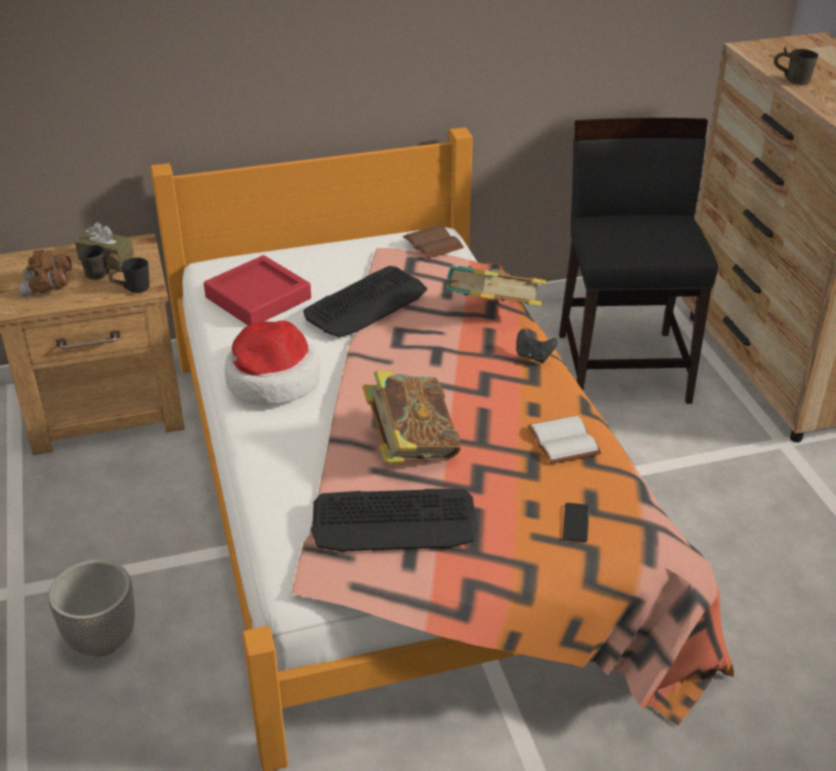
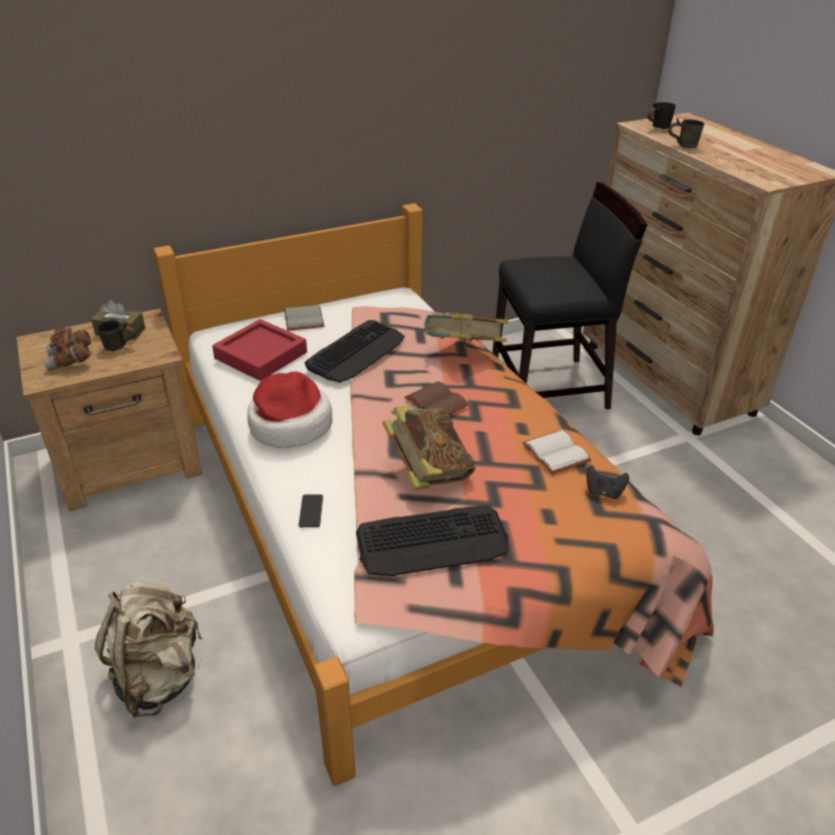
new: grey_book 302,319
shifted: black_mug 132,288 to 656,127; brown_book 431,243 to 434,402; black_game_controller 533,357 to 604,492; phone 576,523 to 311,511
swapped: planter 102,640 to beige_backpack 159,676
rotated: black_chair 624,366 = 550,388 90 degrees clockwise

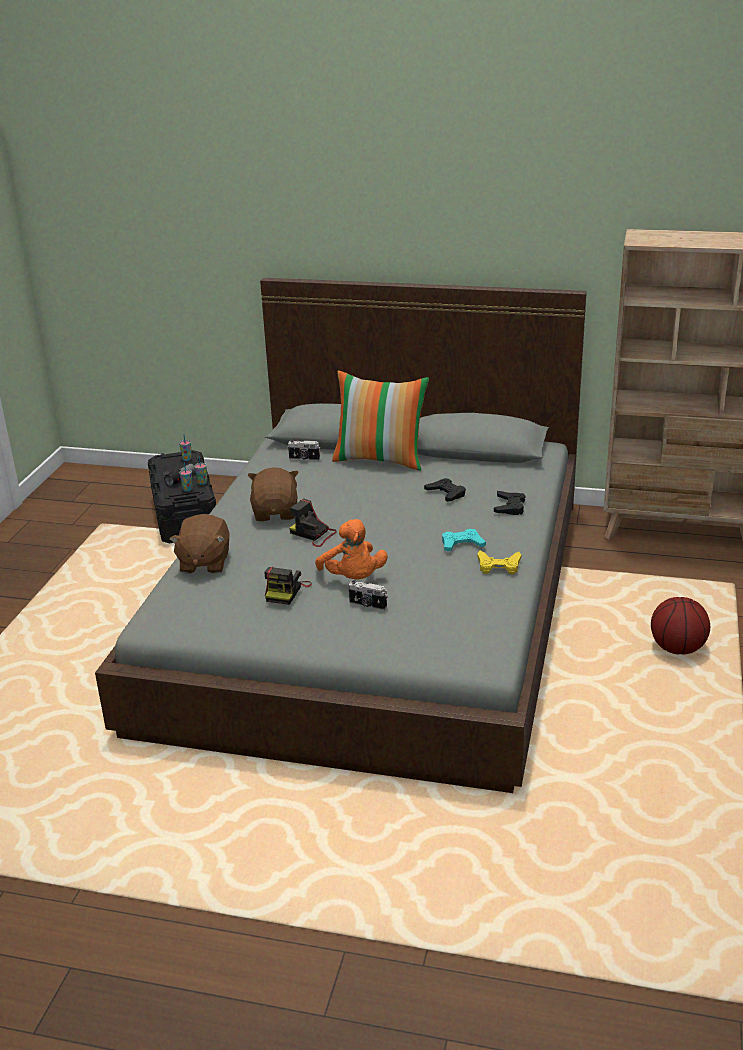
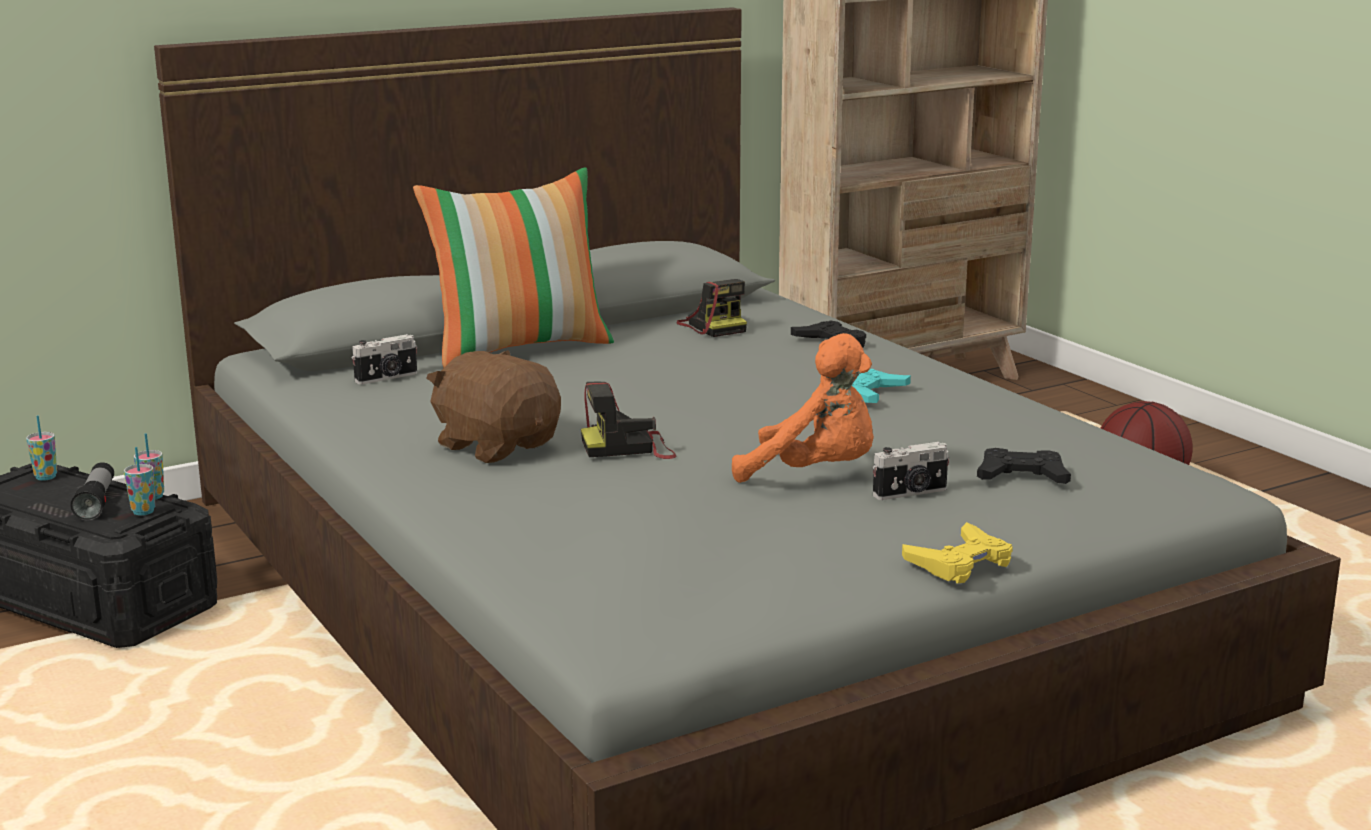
gone: brown_plush_toy 204,563
shifted: photo_camera 286,591 to 713,326; black_game_controller 446,493 to 1022,476; yellow_game_controller 499,566 to 960,563

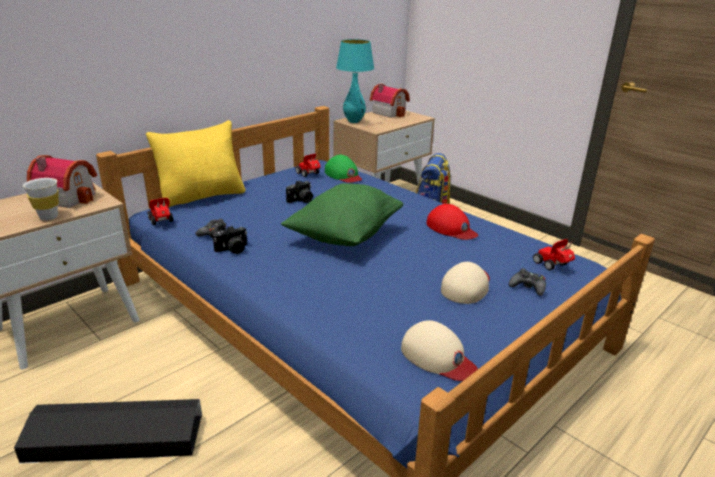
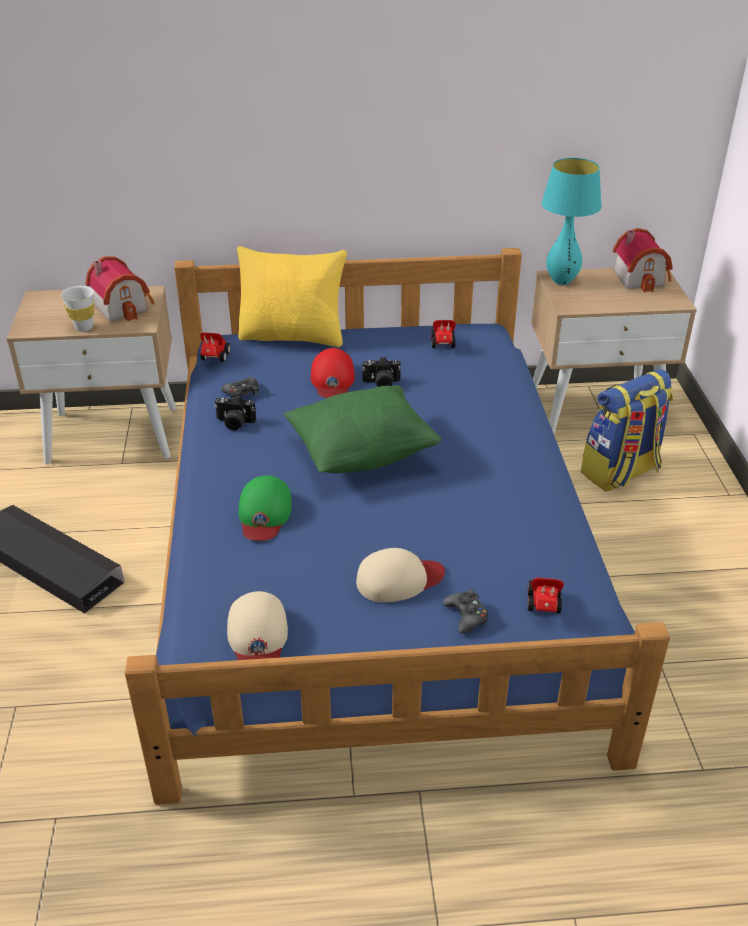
shifted: green_cap 343,175 to 264,513; red_cap 451,228 to 332,380

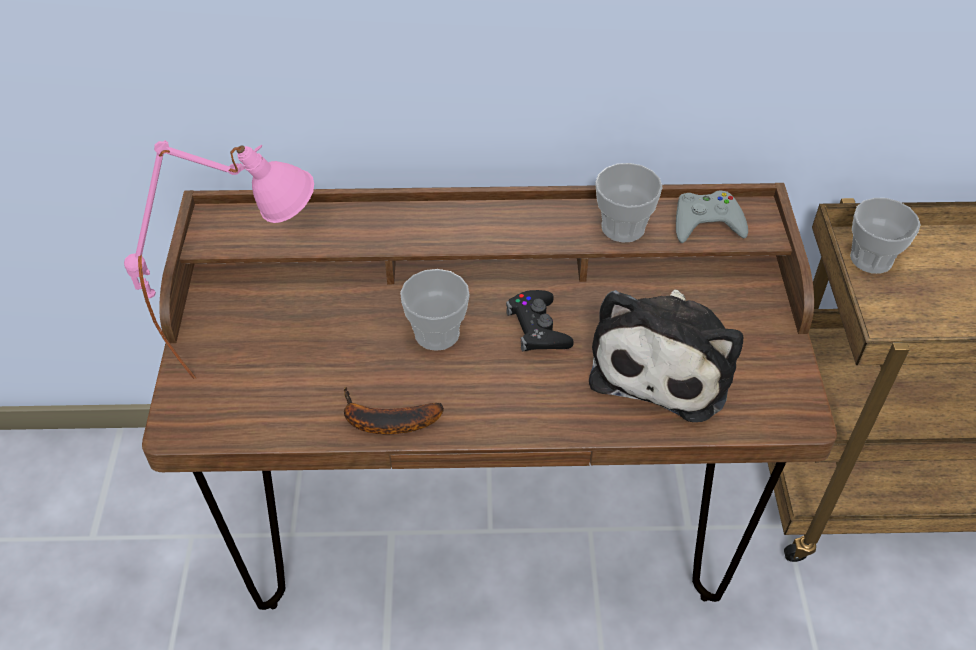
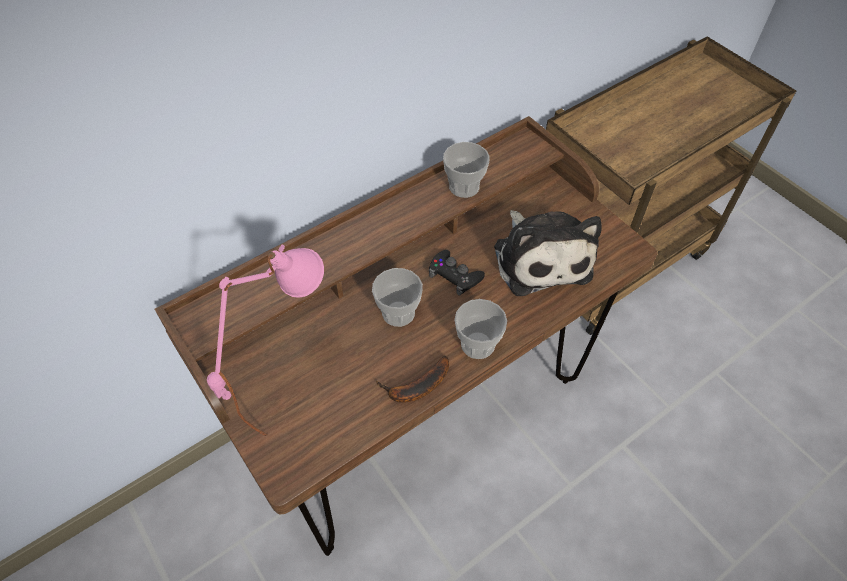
gone: grey_game_controller 706,223
shifted: cup 871,258 to 477,344

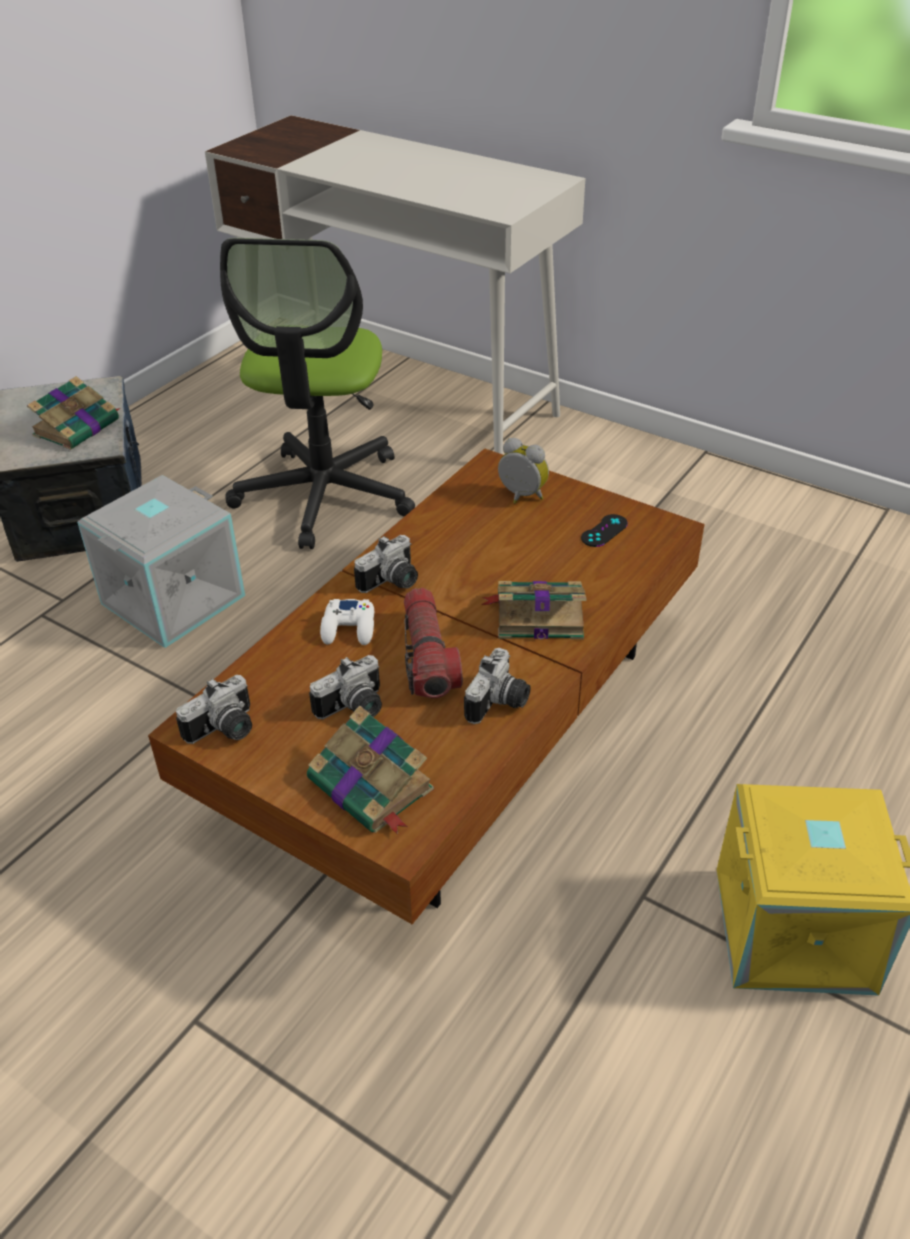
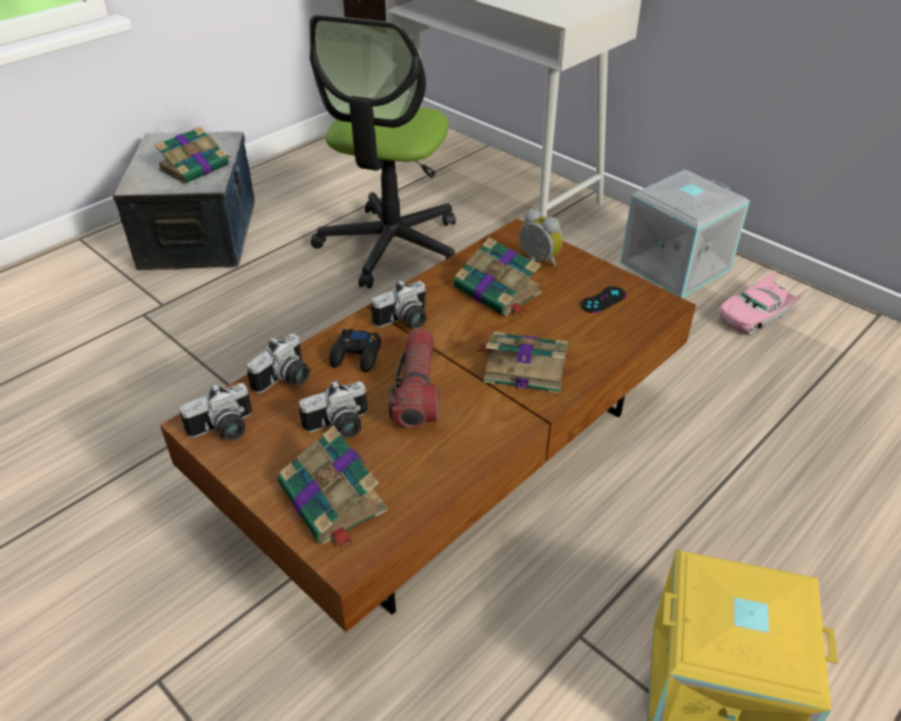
new: book 498,291; pink_toy_car 757,314
shifted: grey_storage_box 172,598 to 674,265; photo_camera 500,704 to 286,380
repainted: white_game_controller 349,628 to black_game_controller 357,356

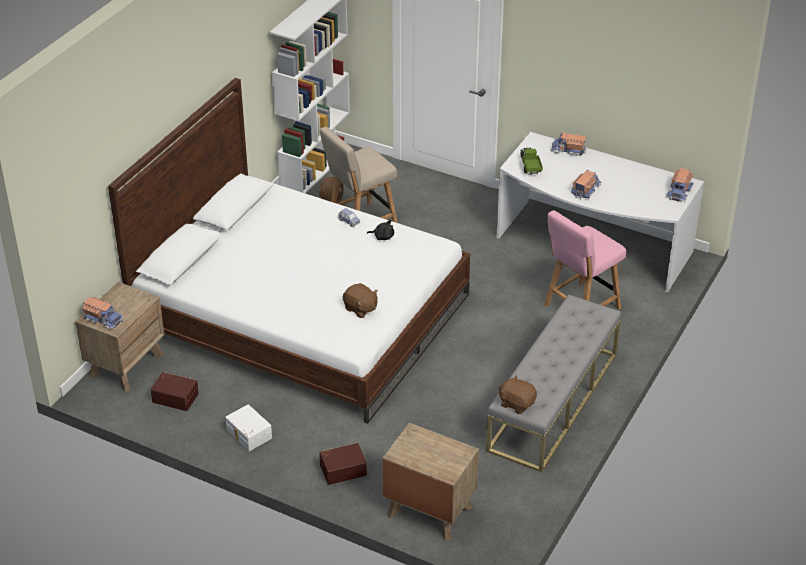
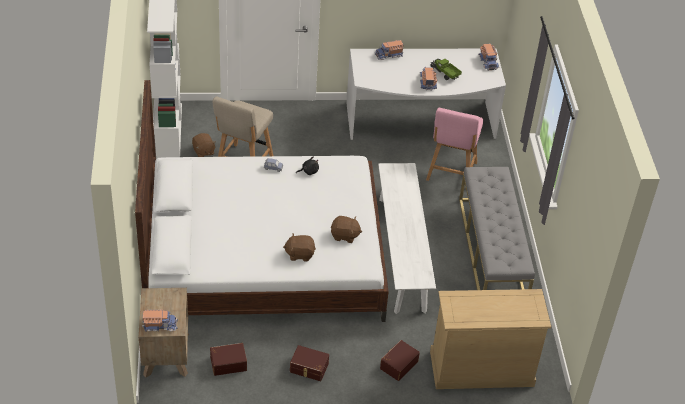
new: white_bench 401,253
shifted: brown_plush_toy 517,403 to 299,254; toy_truck 530,166 to 444,73
swapped: brown_nightstand 429,511 to beige_dresser 481,368
repainted: white_storage_box 248,434 to brown_storage_box 309,368

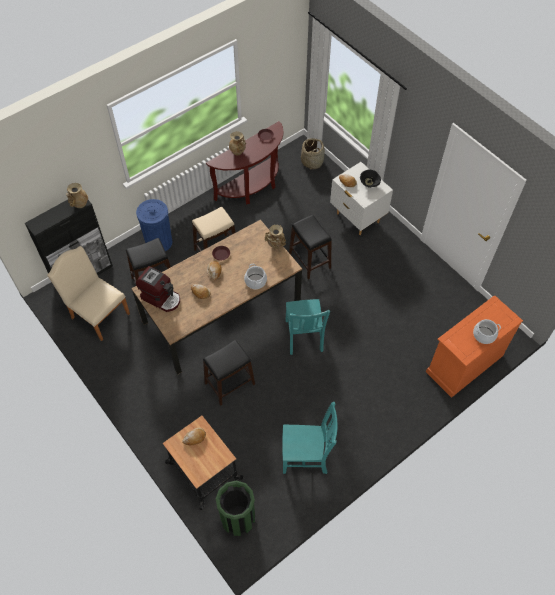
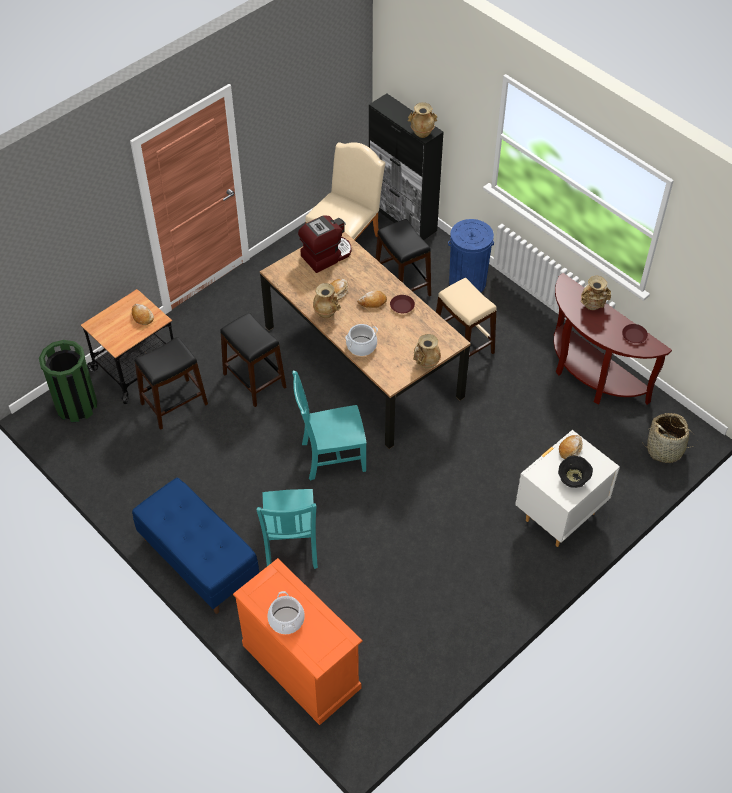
new: blue_bench 198,560; beige_vase 326,312
shifted: turquoise_chair 306,456 to 291,546; black_stool 309,260 to 174,404
rotated: coffee_machine 161,297 = 326,255 150 degrees counterclockwise

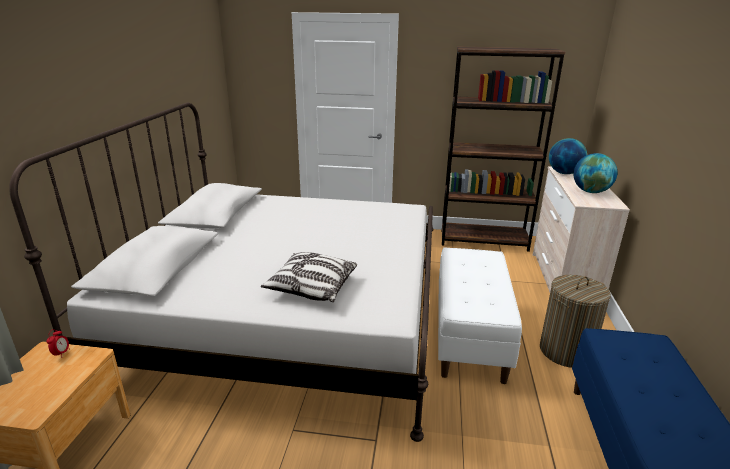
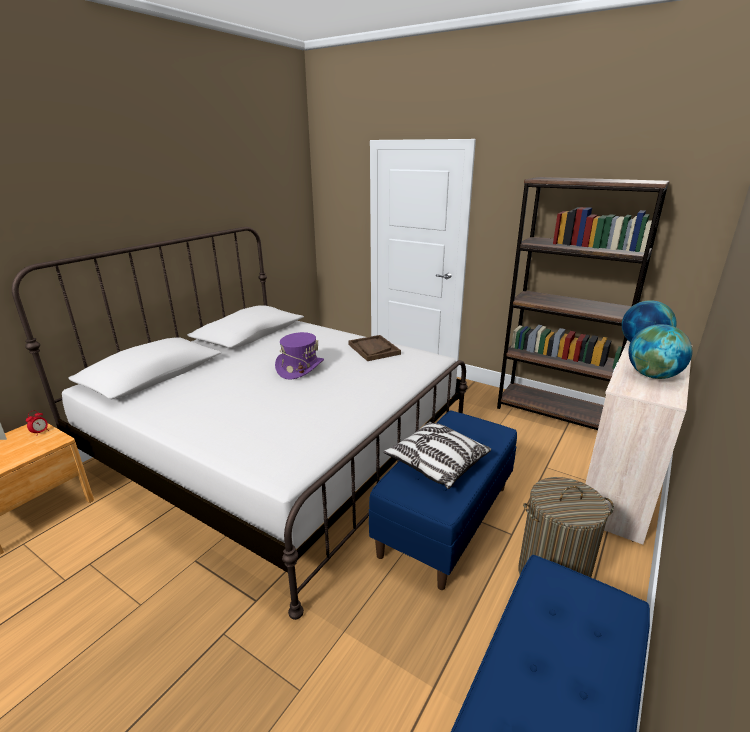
new: purple_hat 300,368; brown_tray 373,349
shifted: pillow 312,287 to 436,464
repainted: white_bench 469,335 to blue_bench 445,519

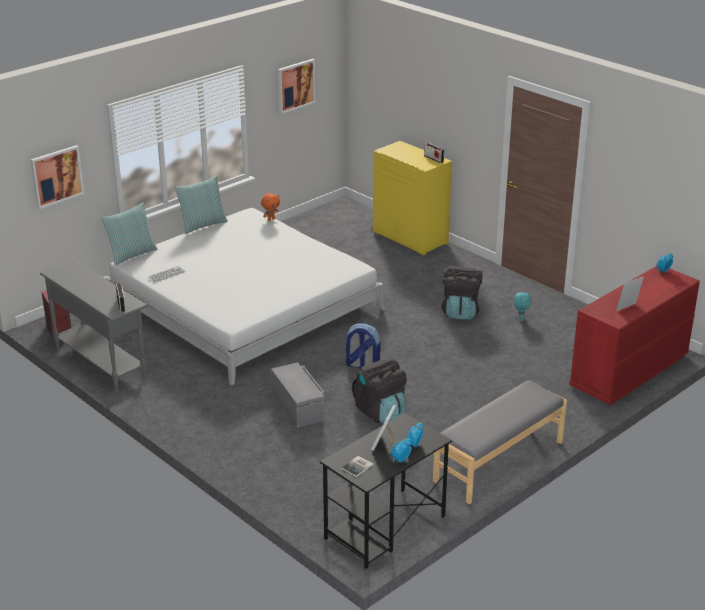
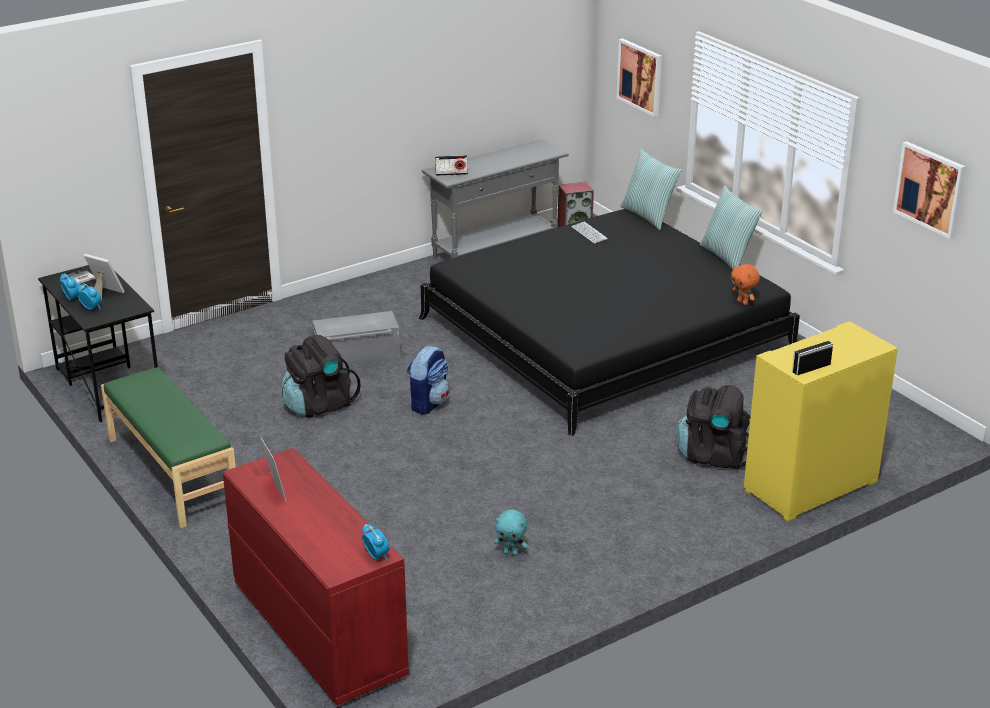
shifted: black_backpack 460,312 to 713,456
repainted: white_bed 243,306 to black_bed 604,334; grey_bench 499,462 to green_bench 171,473

